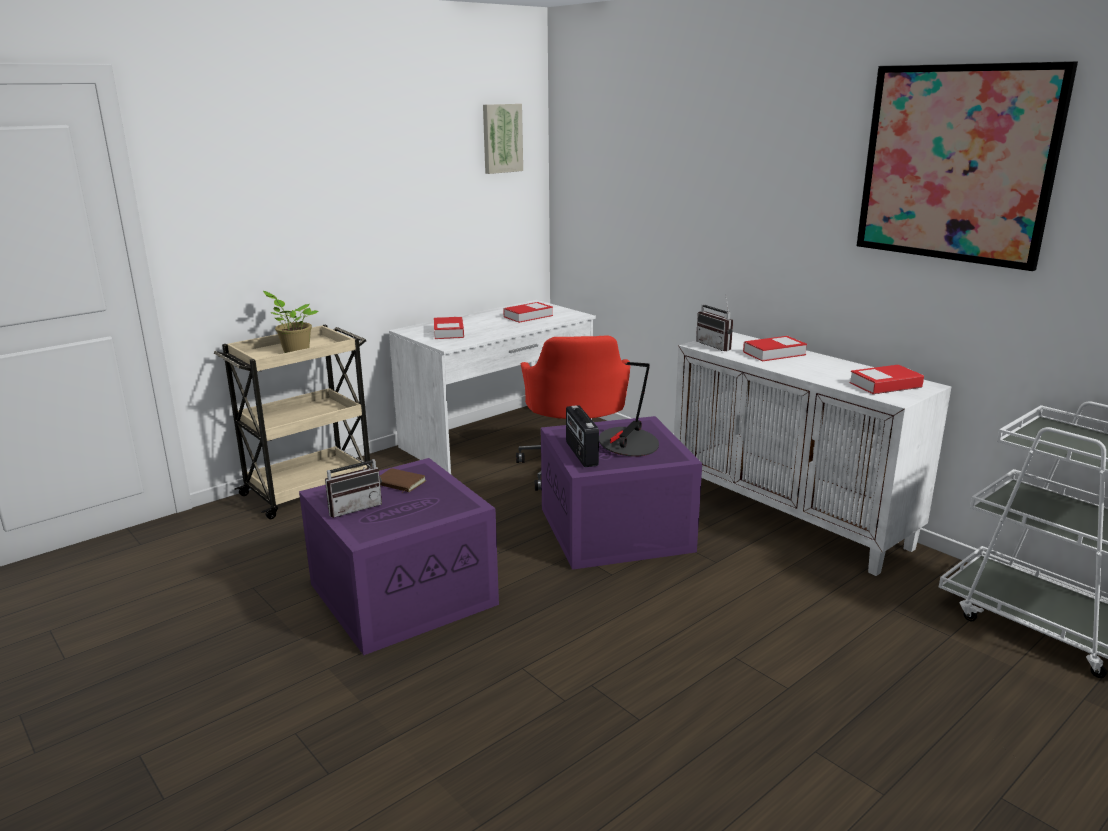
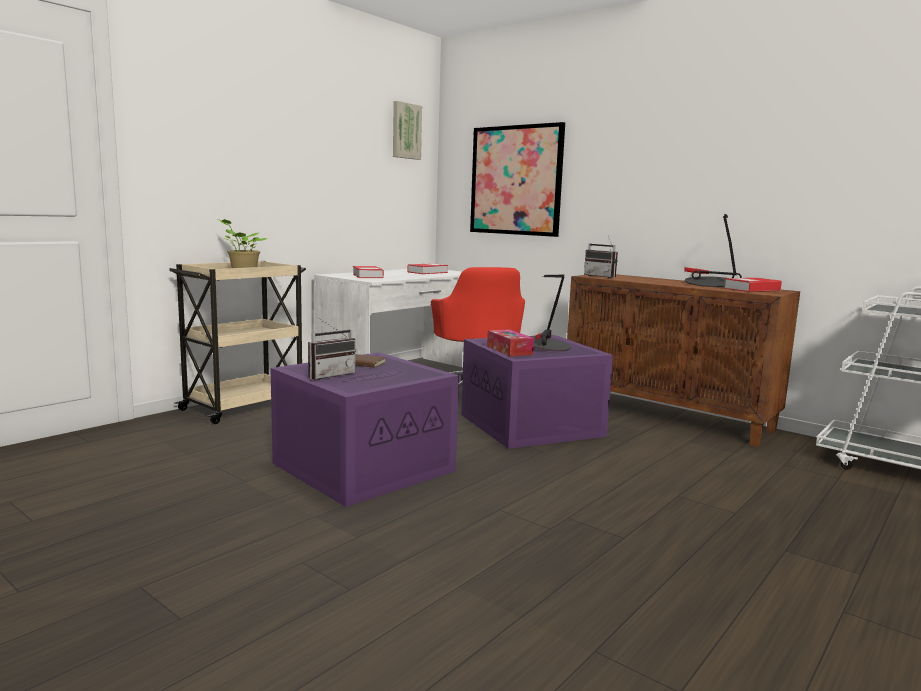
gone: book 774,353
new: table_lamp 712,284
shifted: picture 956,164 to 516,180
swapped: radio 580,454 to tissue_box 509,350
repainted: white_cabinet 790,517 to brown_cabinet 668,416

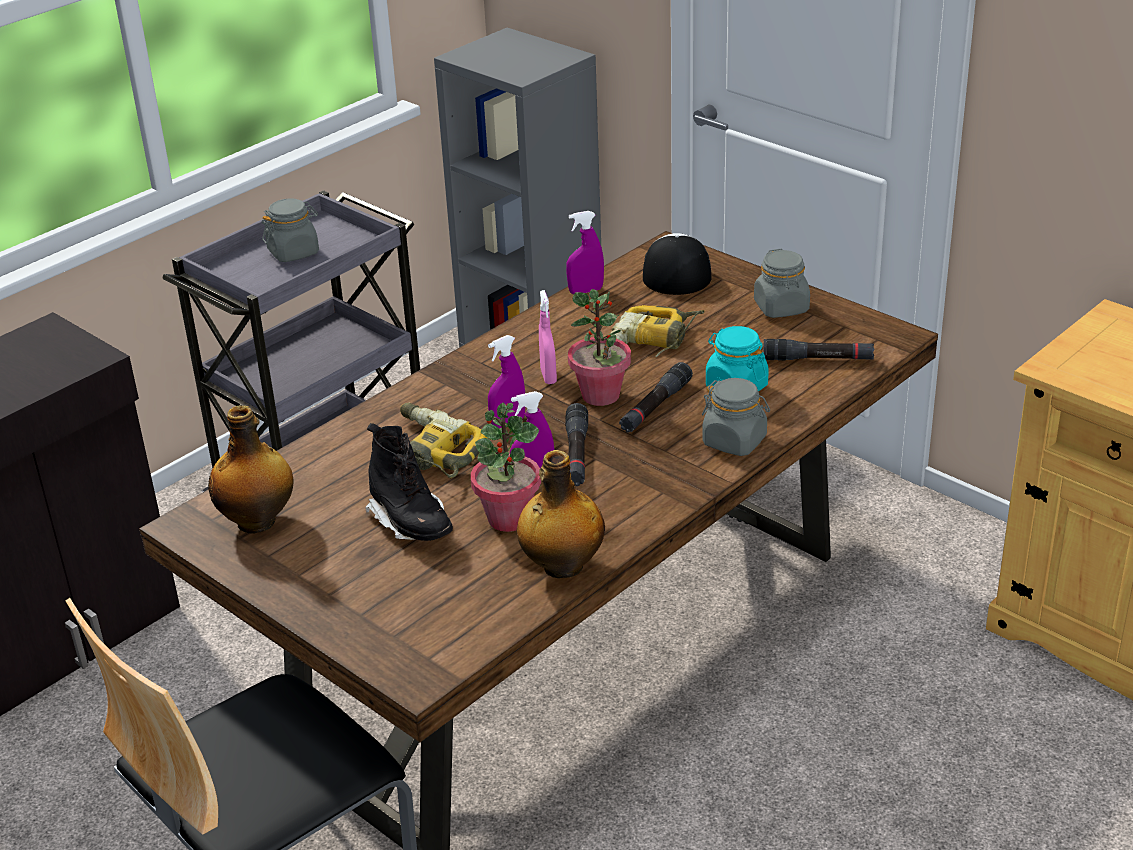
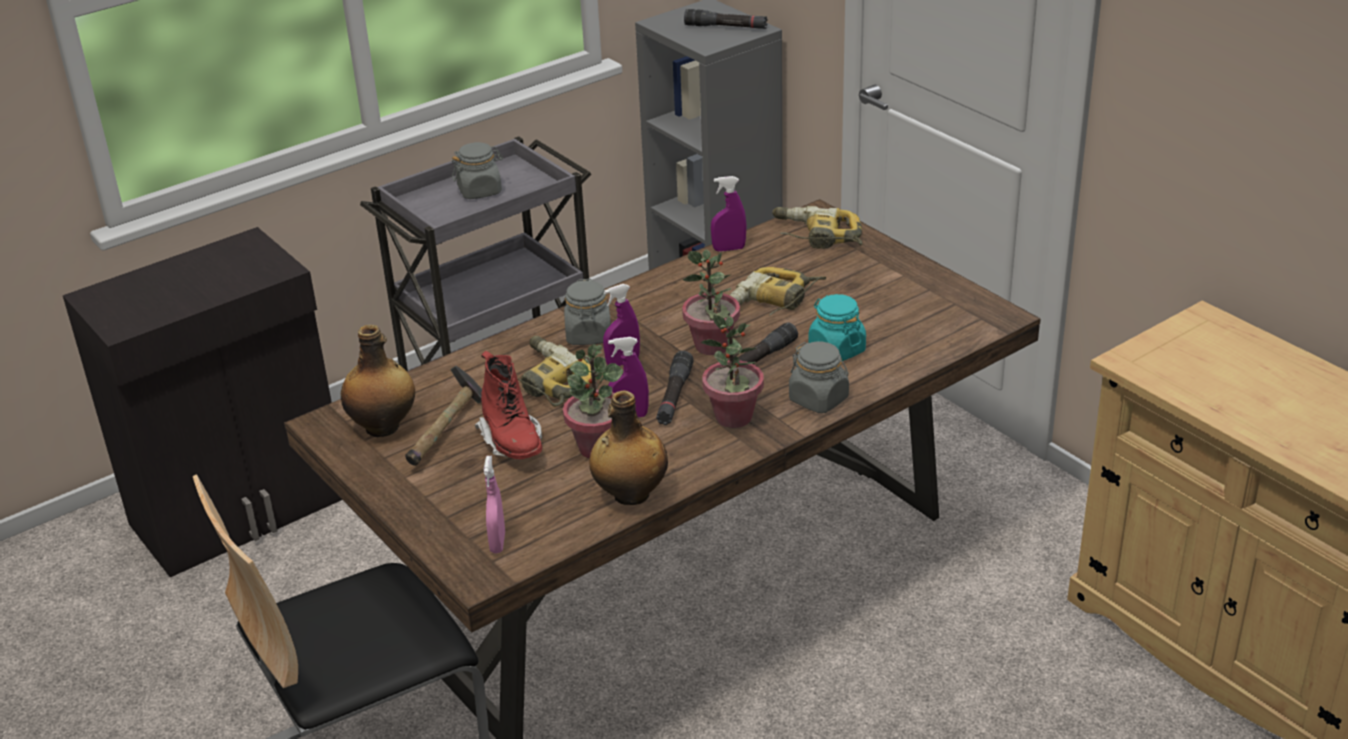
new: hammer 447,431; potted_plant 734,417
shifted: pink_spray_bottle 548,376 to 497,542; grey_jar 781,307 to 588,335; black_flashlight 818,359 to 726,27
swapped: cap 675,270 to power_drill 816,237
repainted: black_boot 411,522 to red_boot 512,442

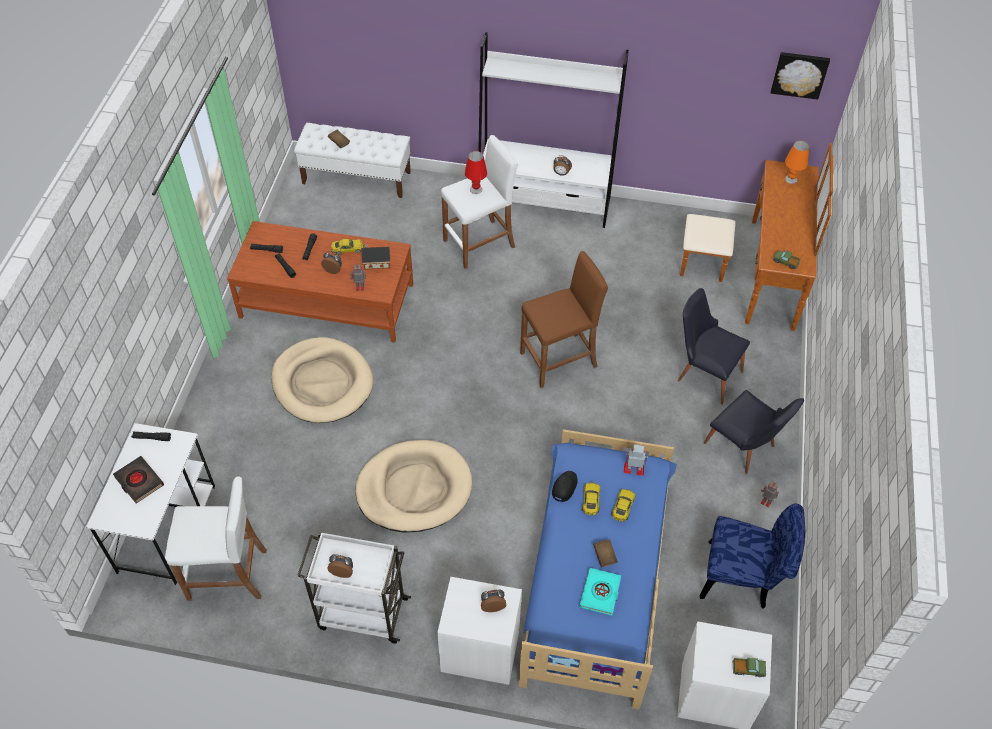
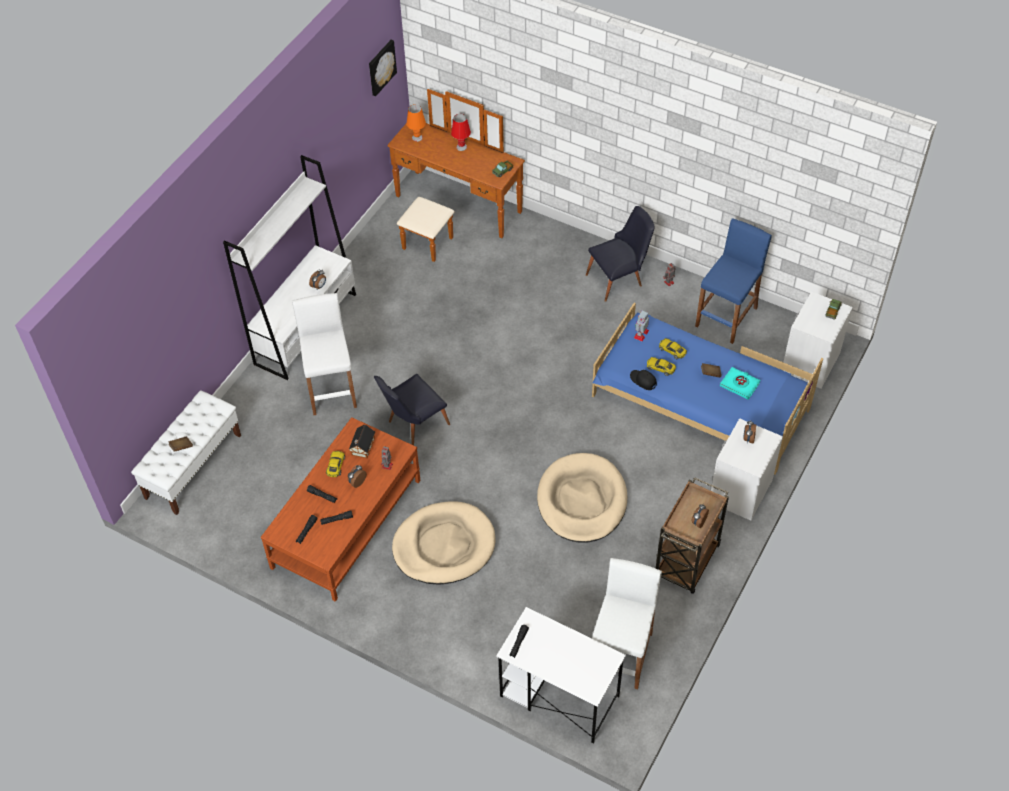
gone: black_book 139,481; brown_stool 559,360
shifted: red_table_lamp 476,189 to 461,147; black_chair 704,373 to 413,425
swapped: blue_chair 743,578 to blue_stool 727,317
repainted: white_cart 361,613 to brown_cart 686,562

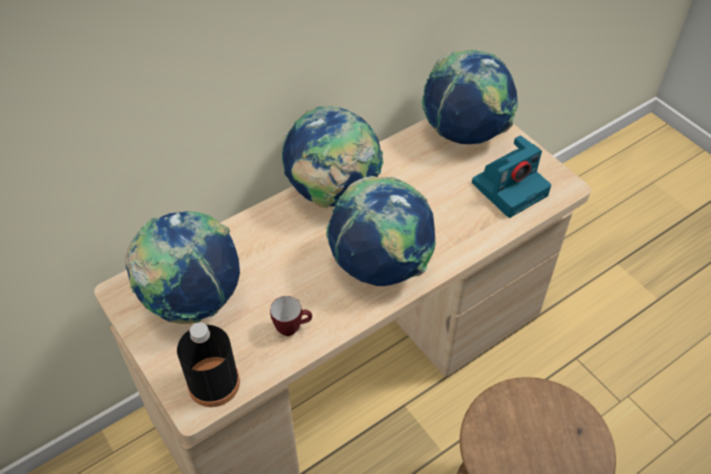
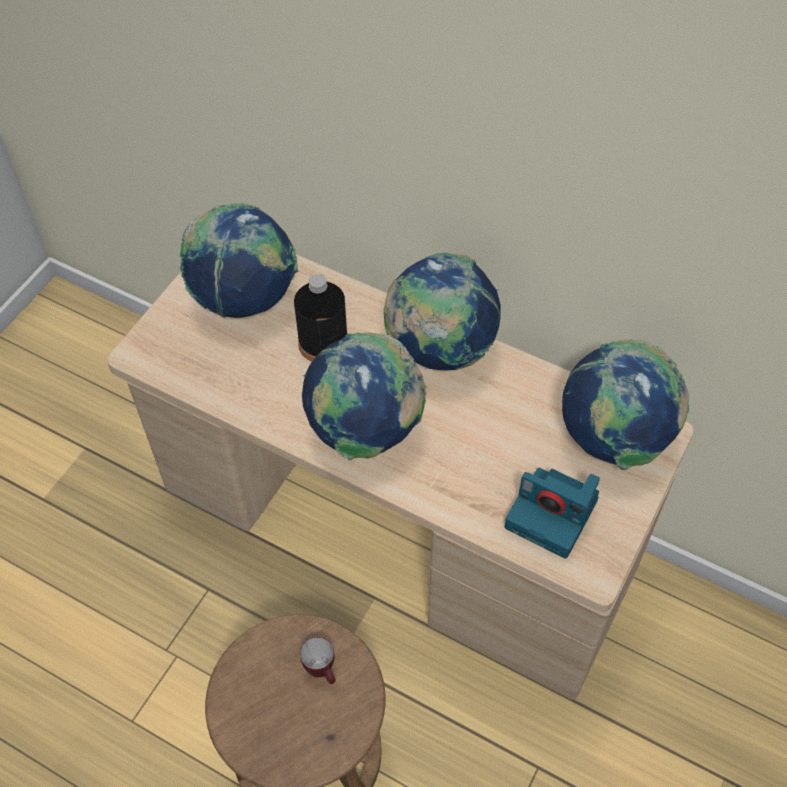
shifted: black_bottle 214,383 to 323,343; mug 292,328 to 322,671

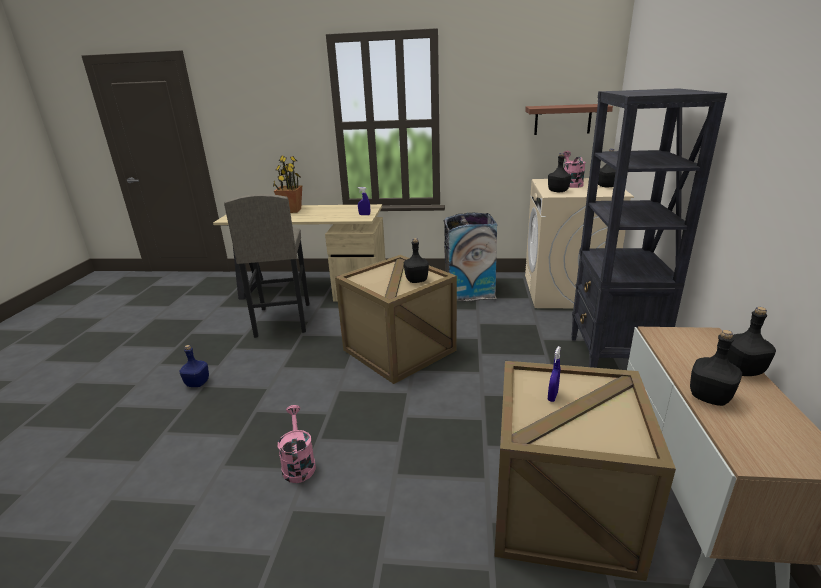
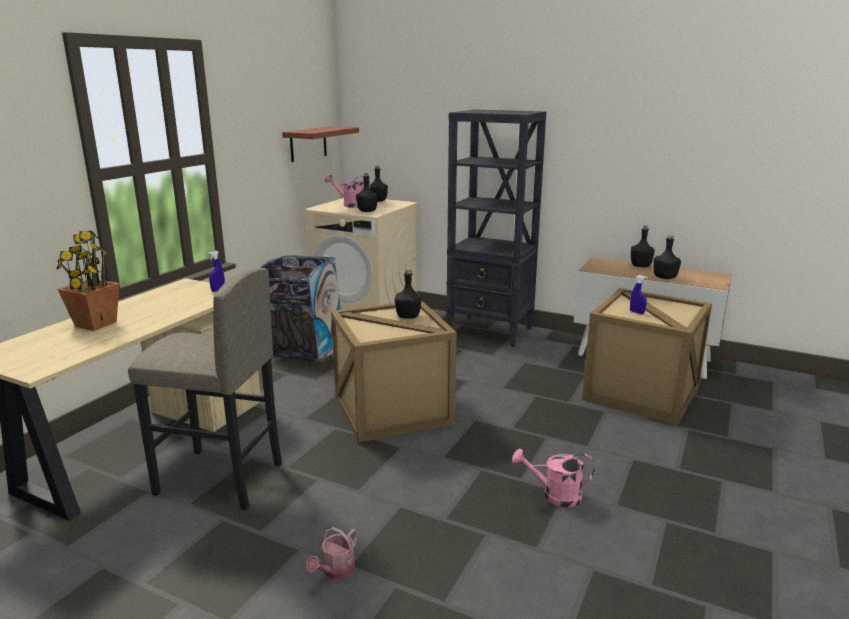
swapped: blue_bottle 198,383 to watering_can 335,571

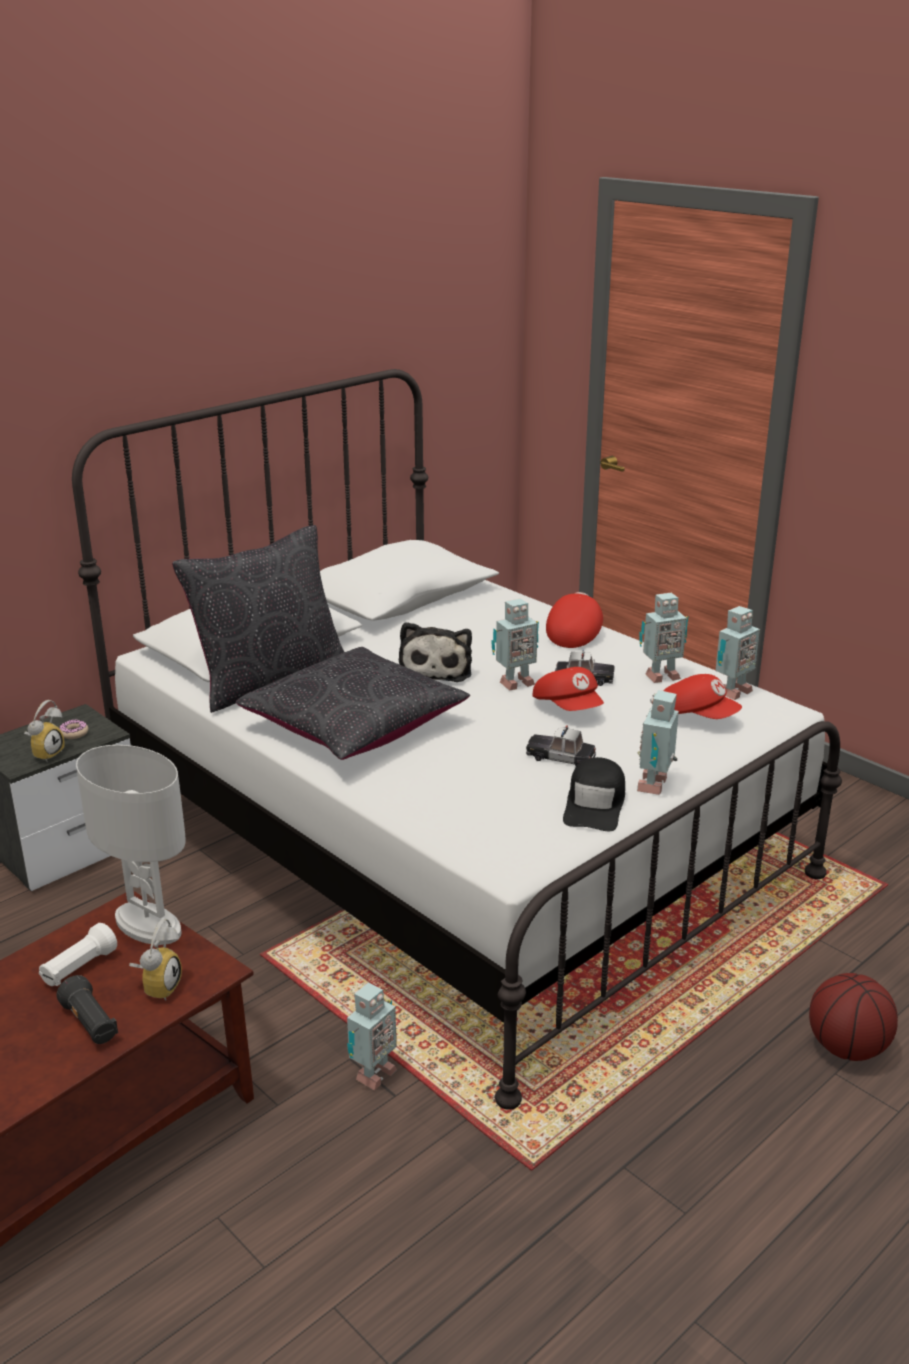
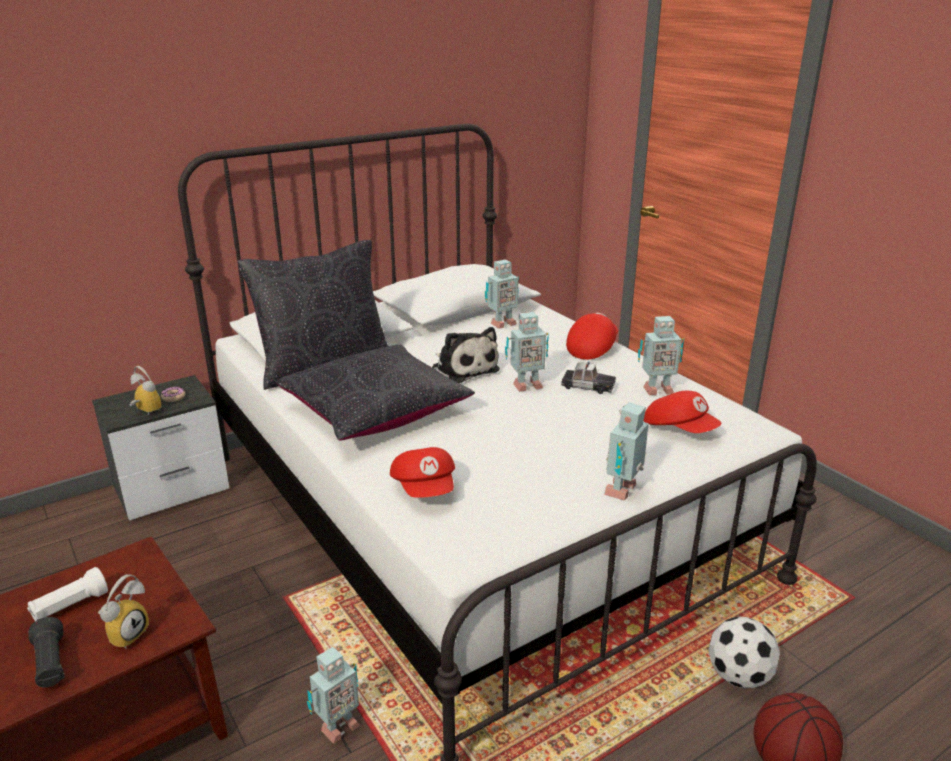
gone: white_table_lamp 149,925; toy_car 561,756; black_cap 595,804
new: football 738,675
shifted: red_cap 568,708 to 425,489; toy_robot 732,692 to 501,324
rotated: alarm_clock 46,753 = 144,412 90 degrees counterclockwise; plush_toy 436,669 = 463,368 45 degrees counterclockwise

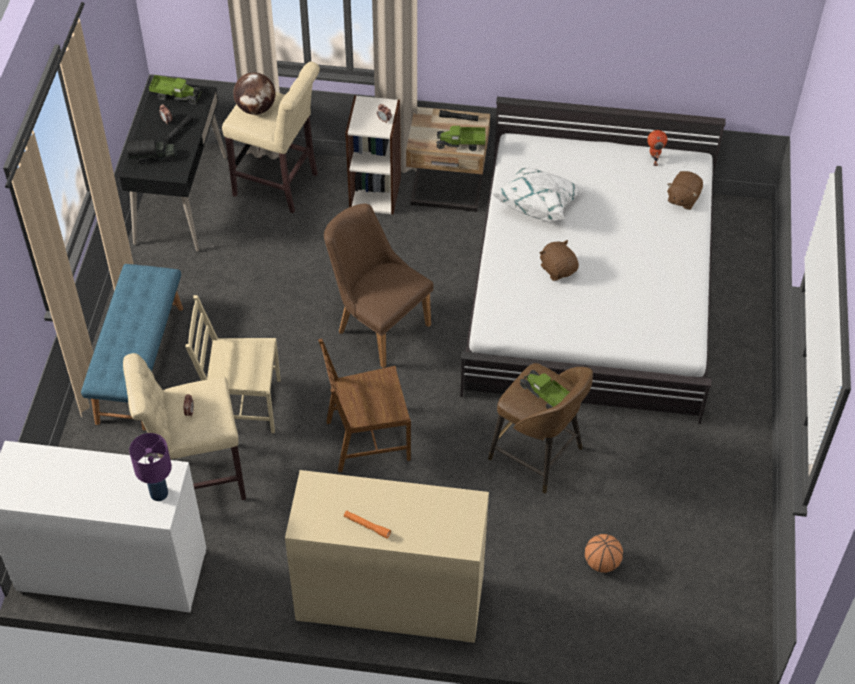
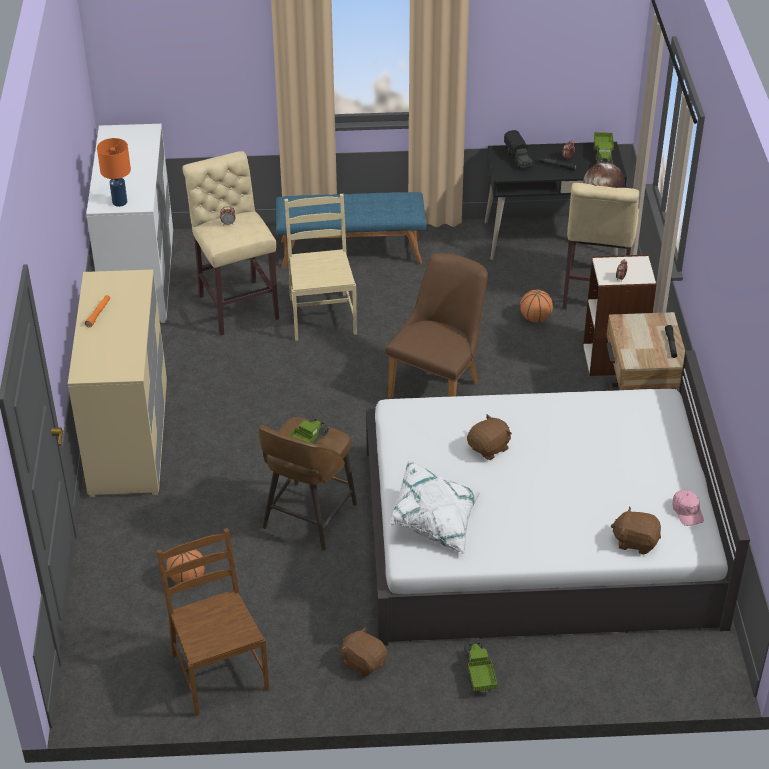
new: brown_plush_toy 363,662; basketball 535,318
shifted: brown_chair 367,440 to 218,672; toy_truck 461,144 to 479,673; white_pillow 538,204 to 435,521
swapped: toy_robot 653,160 to pink_cap 687,511
repainted: purple_table_lamp 159,493 to orange_table_lamp 120,202

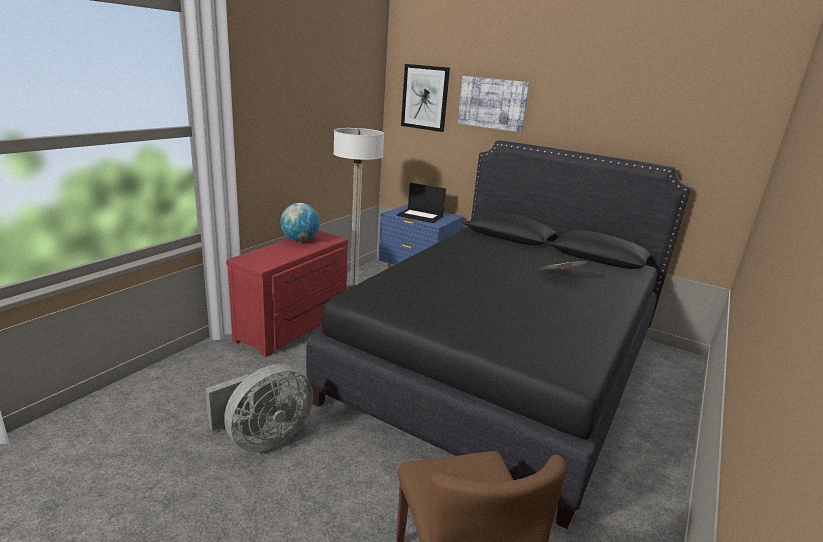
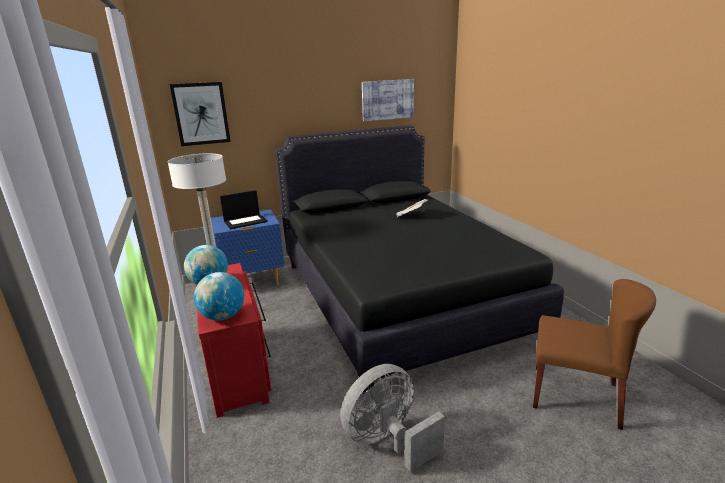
new: globe 223,316
shifted: picture 492,103 to 387,100
rotated: grey_fan 263,439 = 388,441 120 degrees counterclockwise

